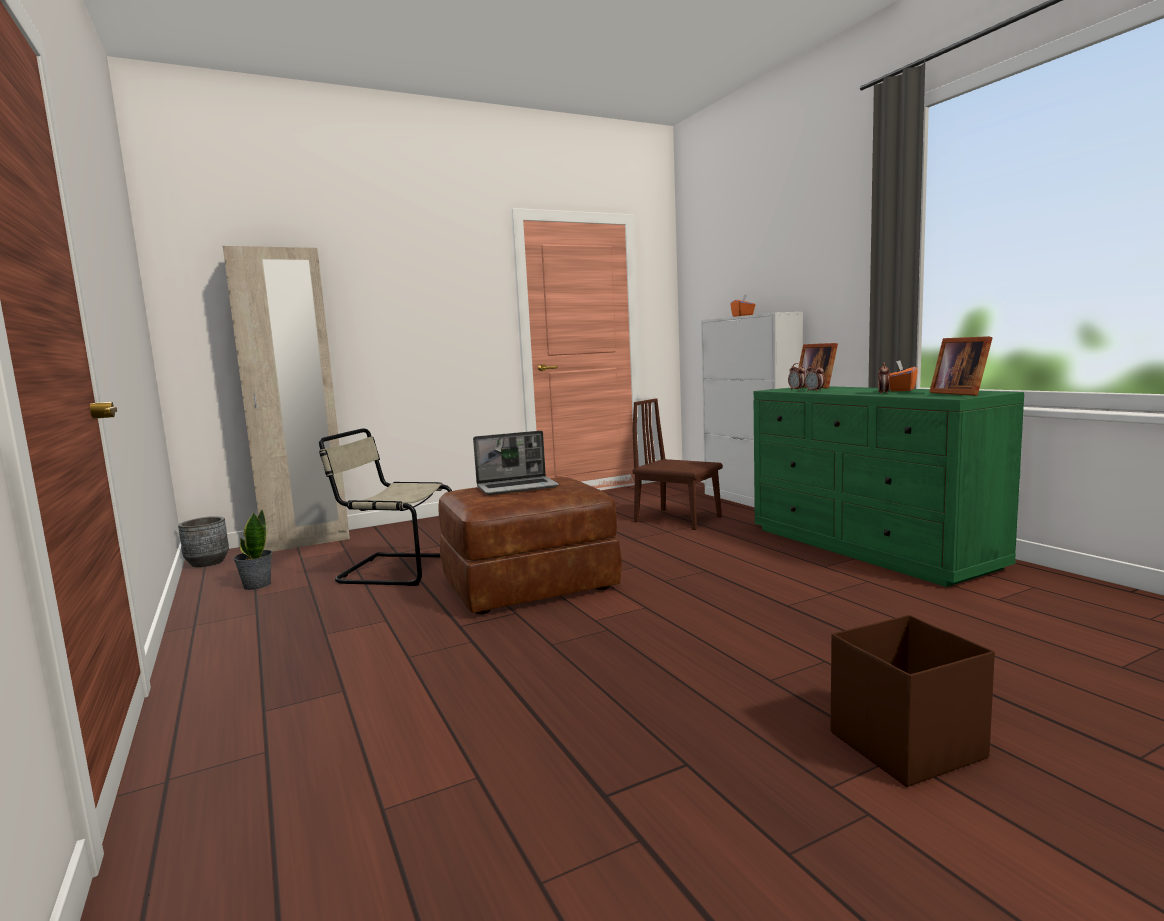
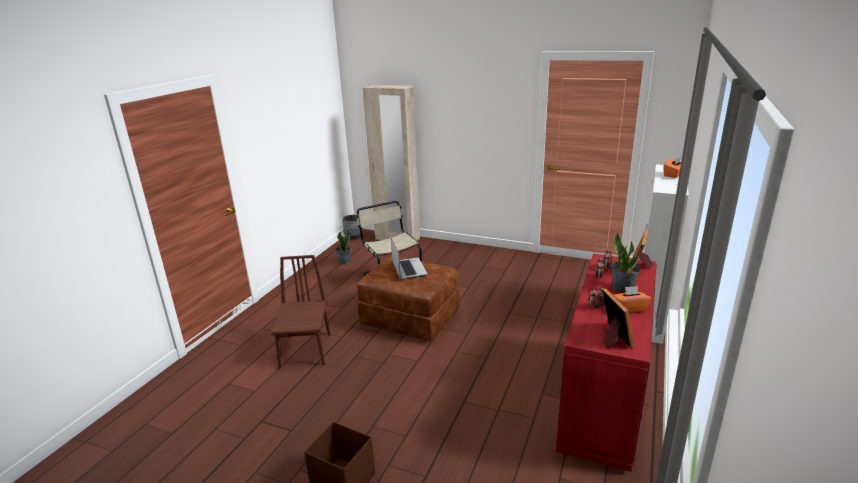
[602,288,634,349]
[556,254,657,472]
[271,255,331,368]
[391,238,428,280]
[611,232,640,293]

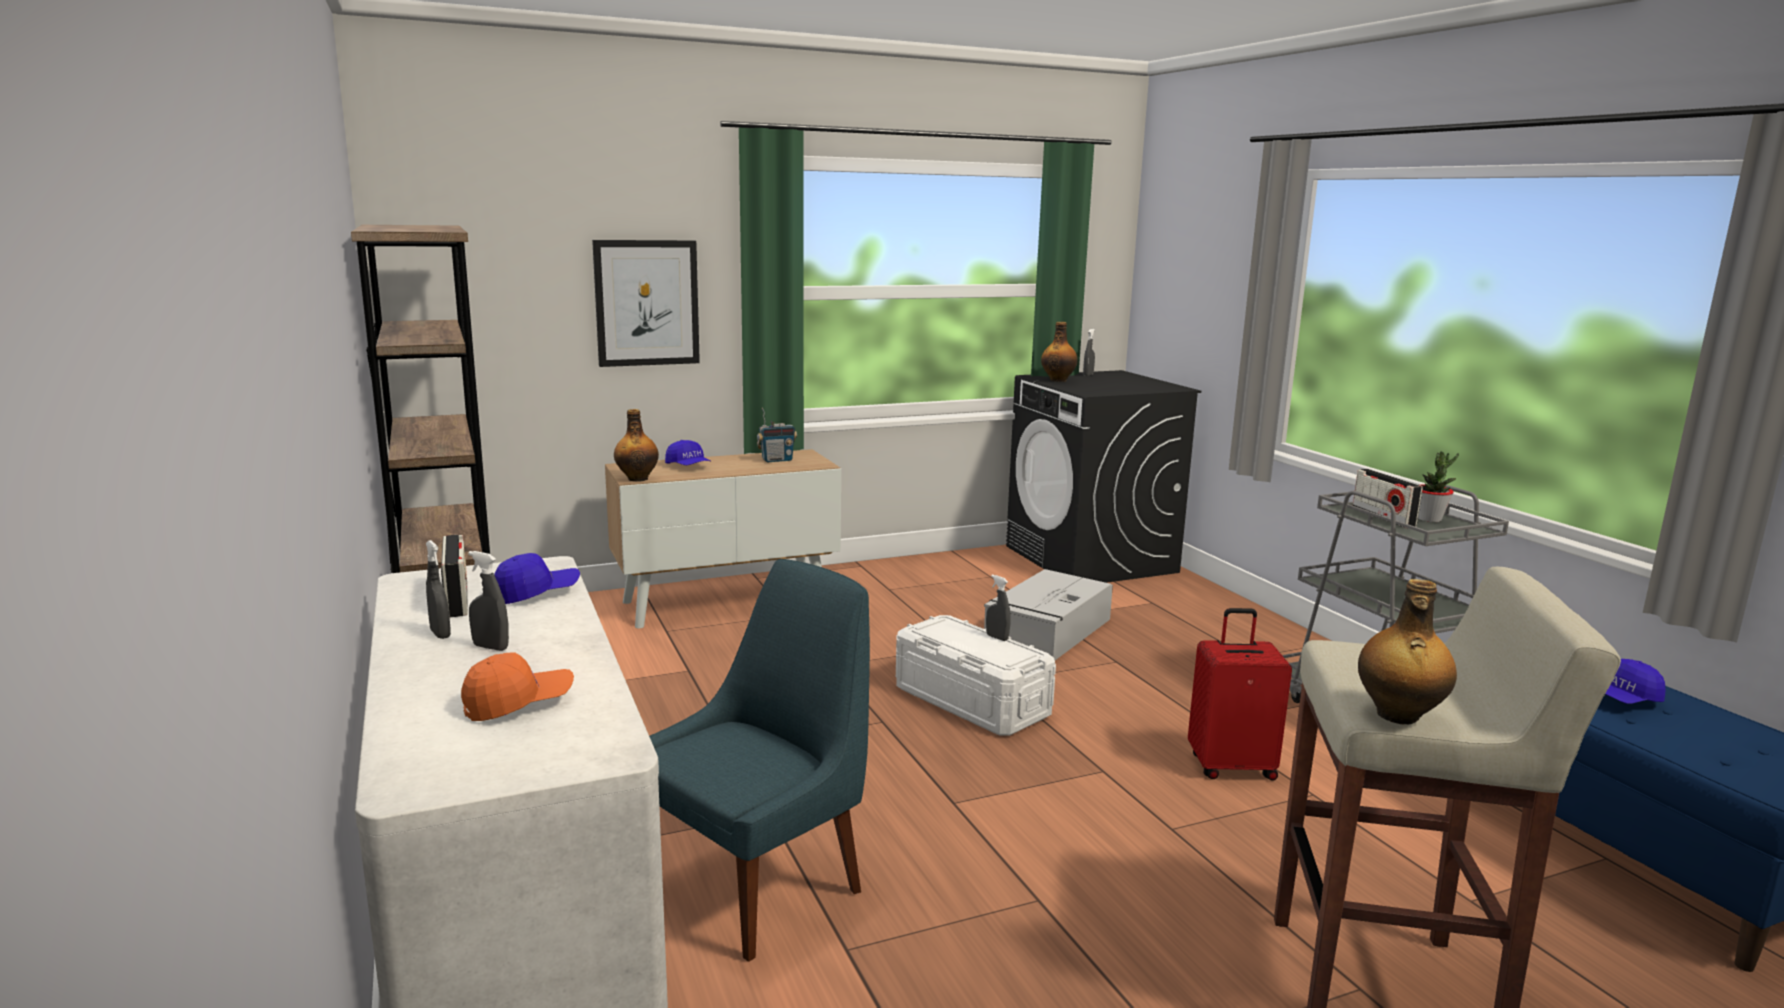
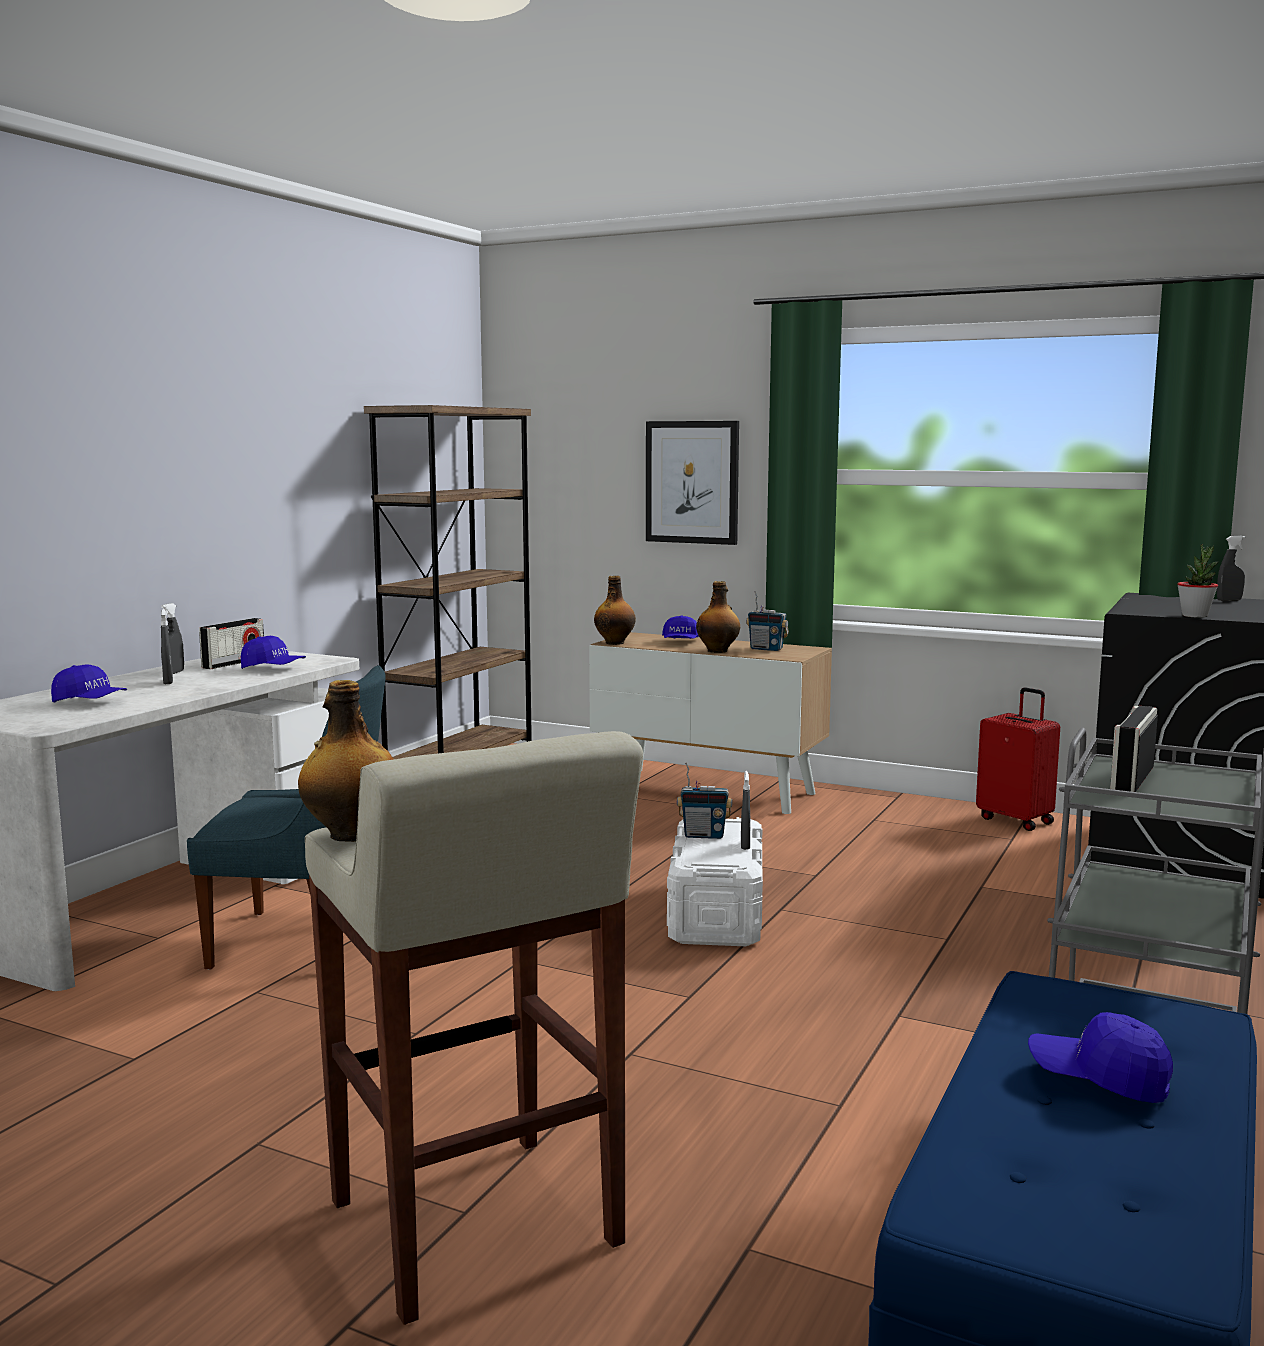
[696,581,740,653]
[1177,544,1218,618]
[984,569,1113,660] (first image)
[976,687,1060,831]
[51,665,127,702]
[677,762,732,839]

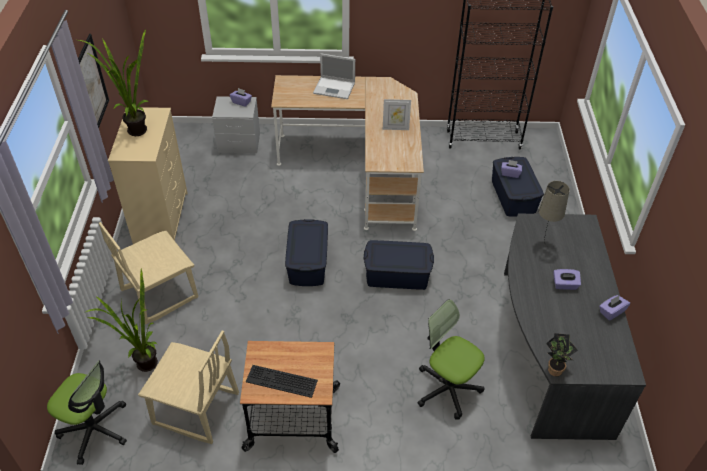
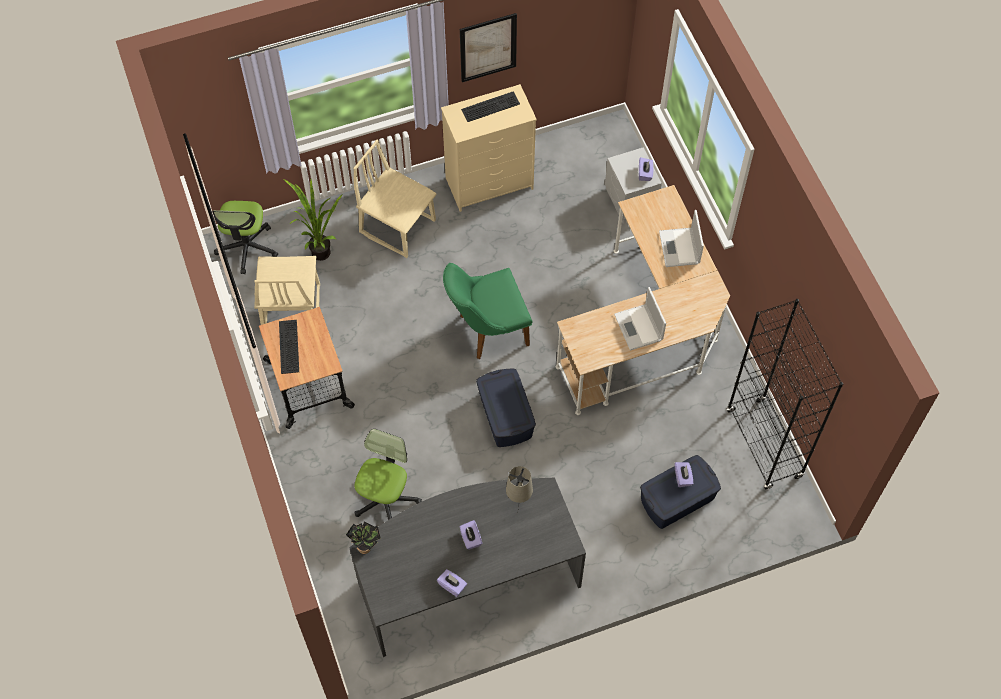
[461,91,520,122]
[614,287,666,351]
[443,263,532,359]

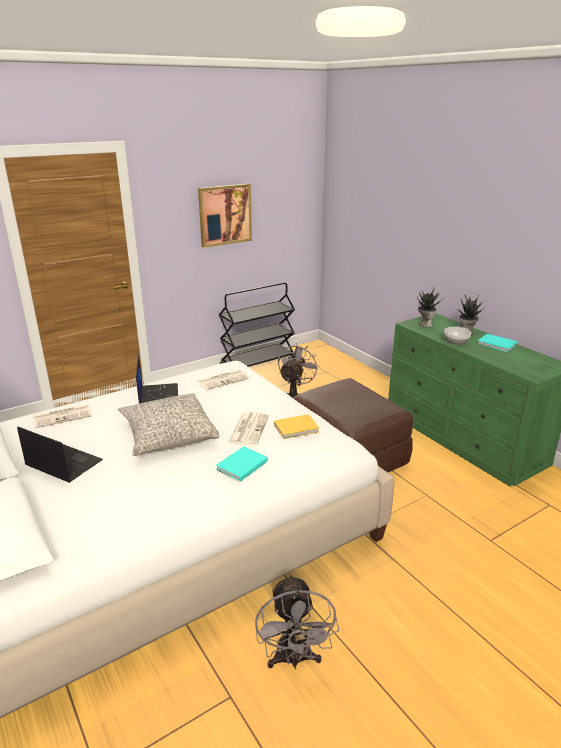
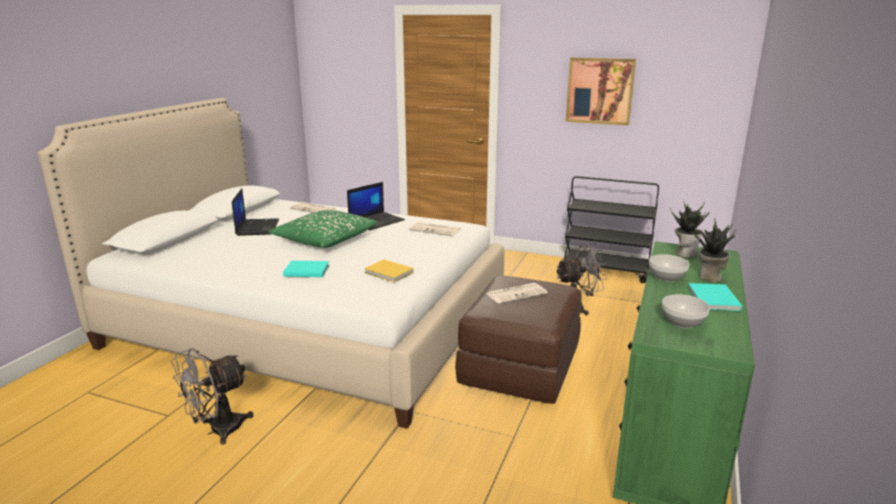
[269,210,378,248]
[486,283,548,303]
[662,294,710,328]

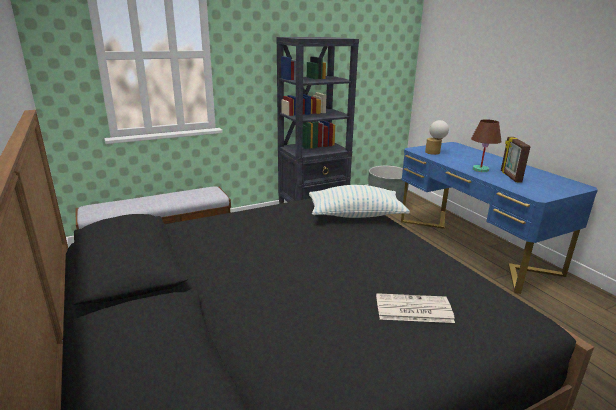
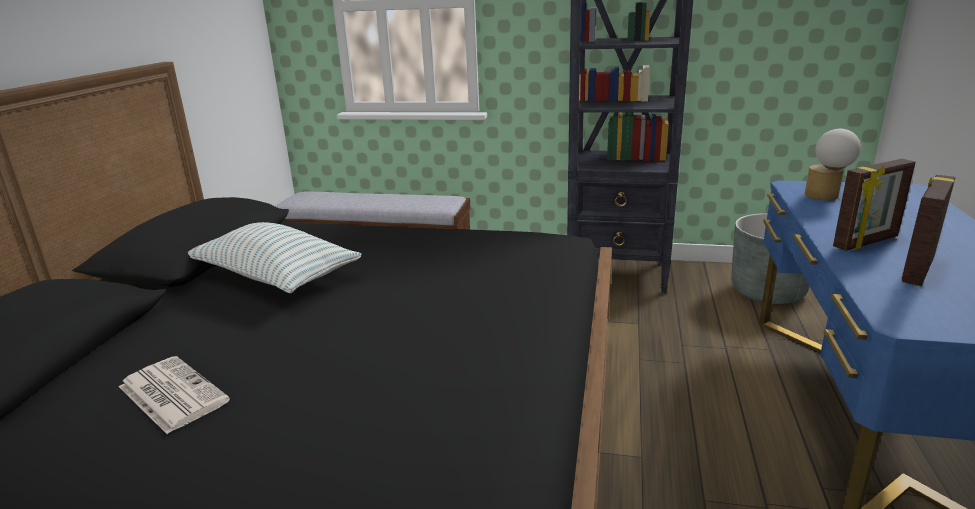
[833,159,916,251]
[188,222,362,293]
[119,356,230,434]

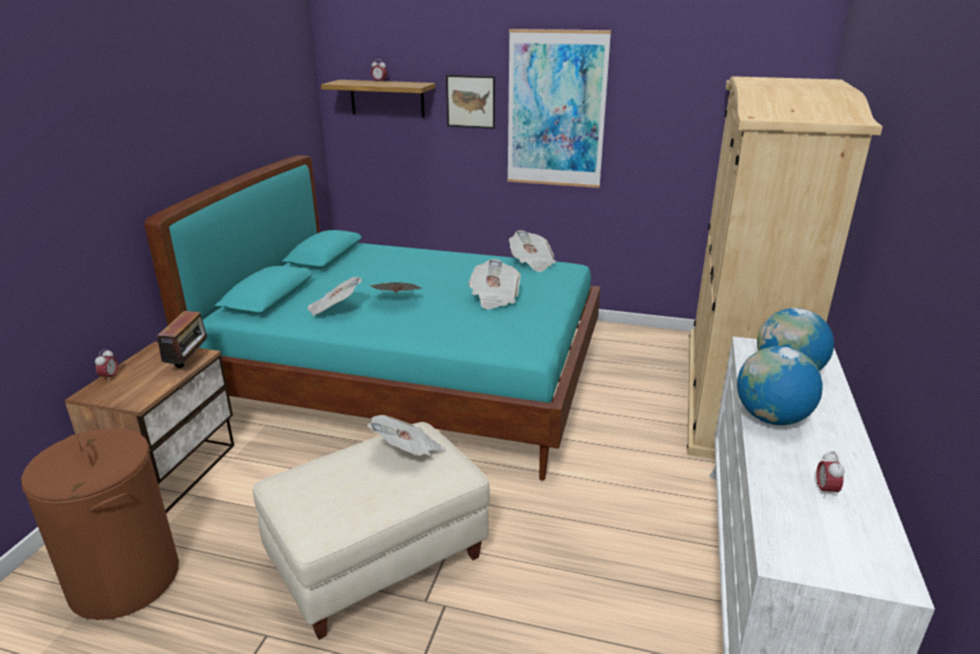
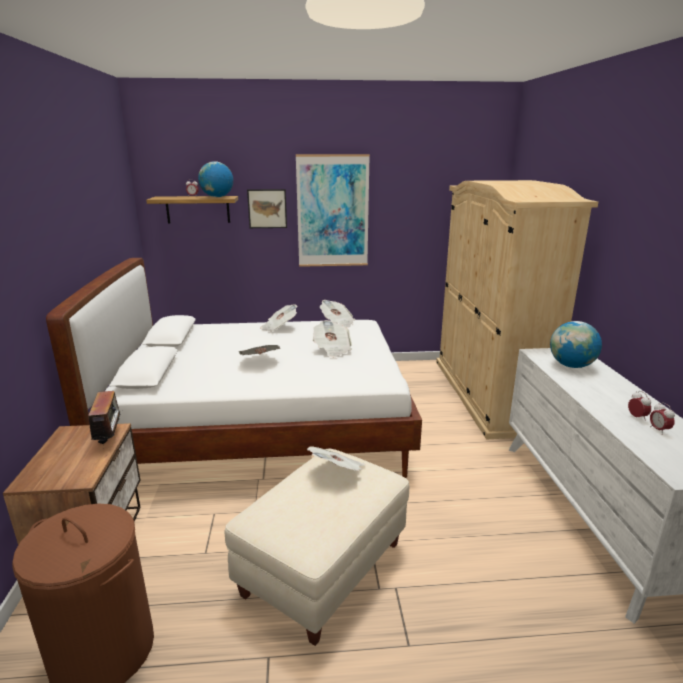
[46,258,422,478]
[260,304,298,332]
[198,161,233,197]
[628,391,651,421]

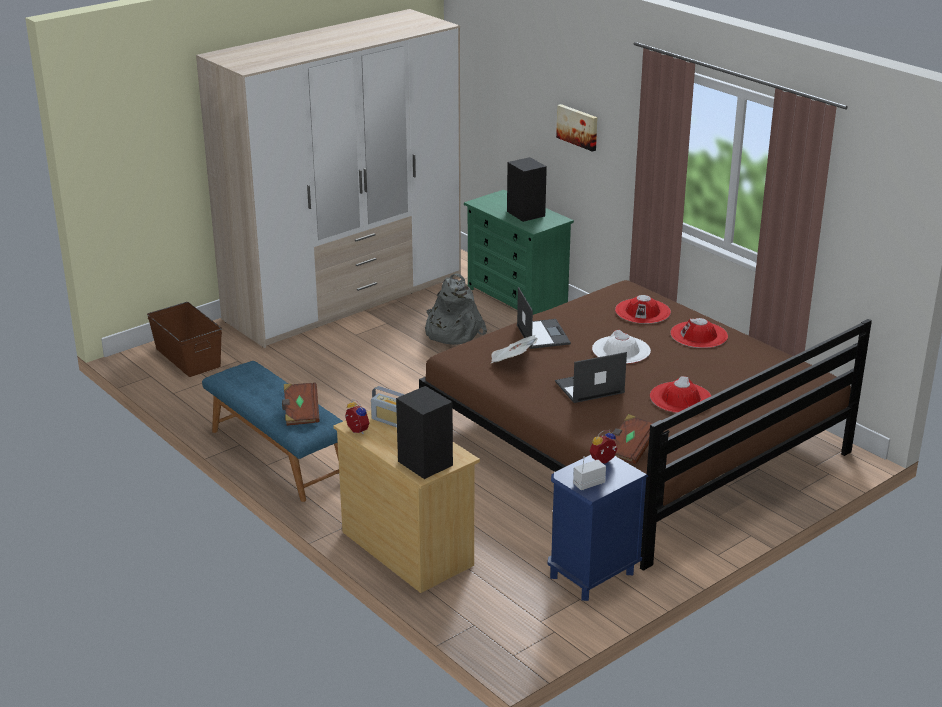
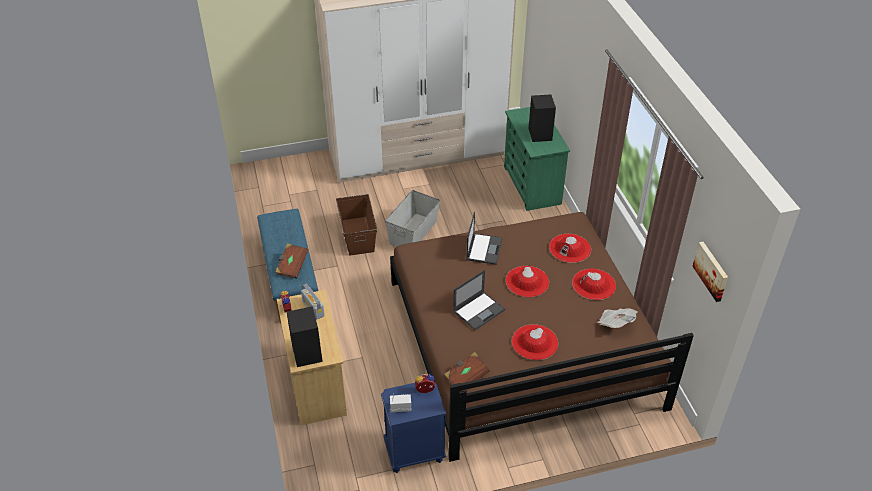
[692,242,728,302]
[425,273,487,345] (first image)
[336,194,377,256]
[506,266,549,297]
[597,308,638,328]
[453,270,505,330]
[385,190,440,247]

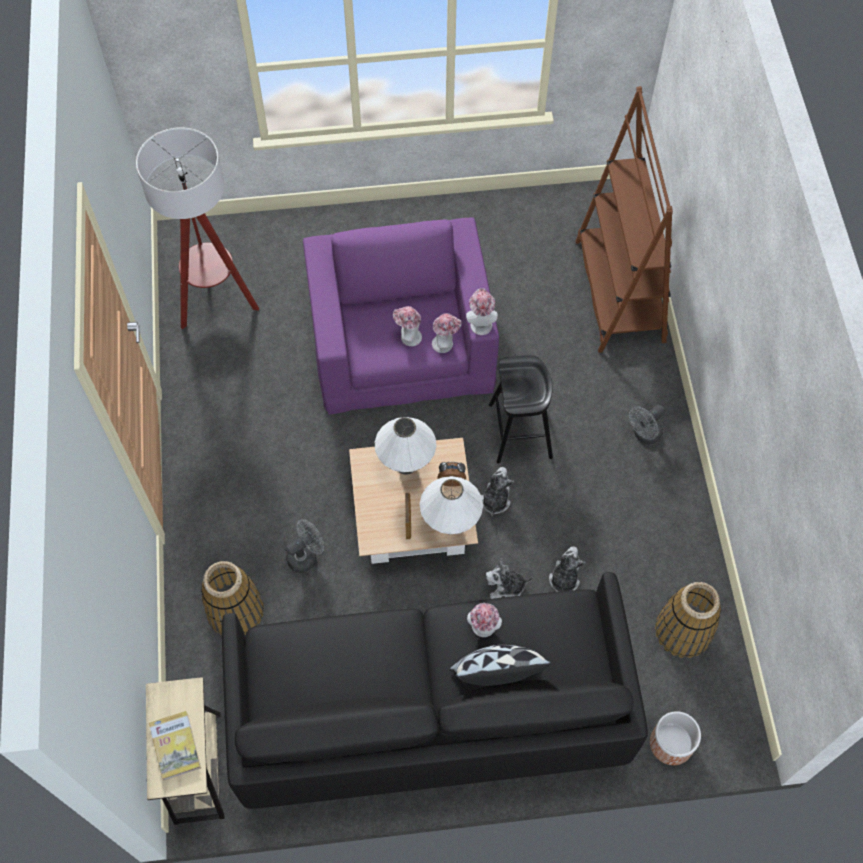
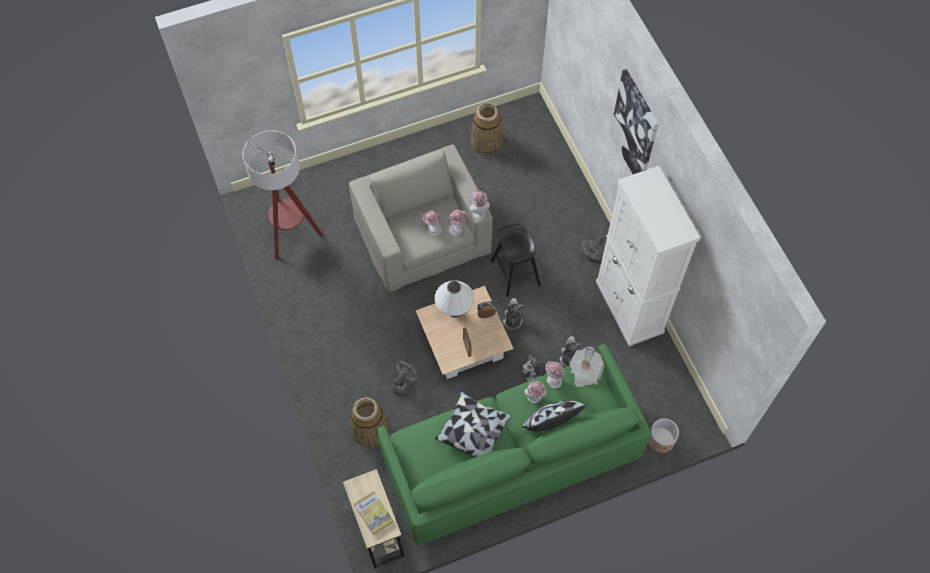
[575,86,673,353] (first image)
[349,144,492,292]
[420,476,483,535] (first image)
[377,344,651,545]
[470,103,503,156]
[610,69,659,174]
[596,166,701,346]
[569,347,604,387]
[545,361,565,388]
[435,392,512,457]

